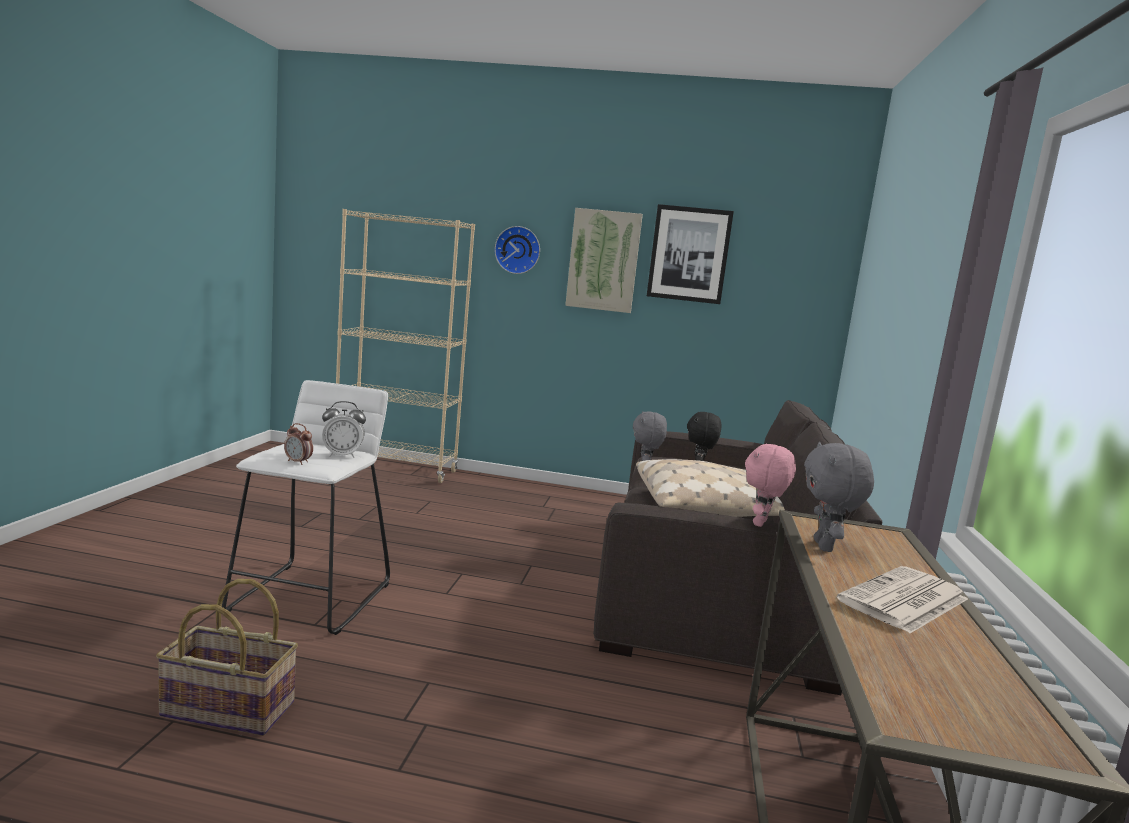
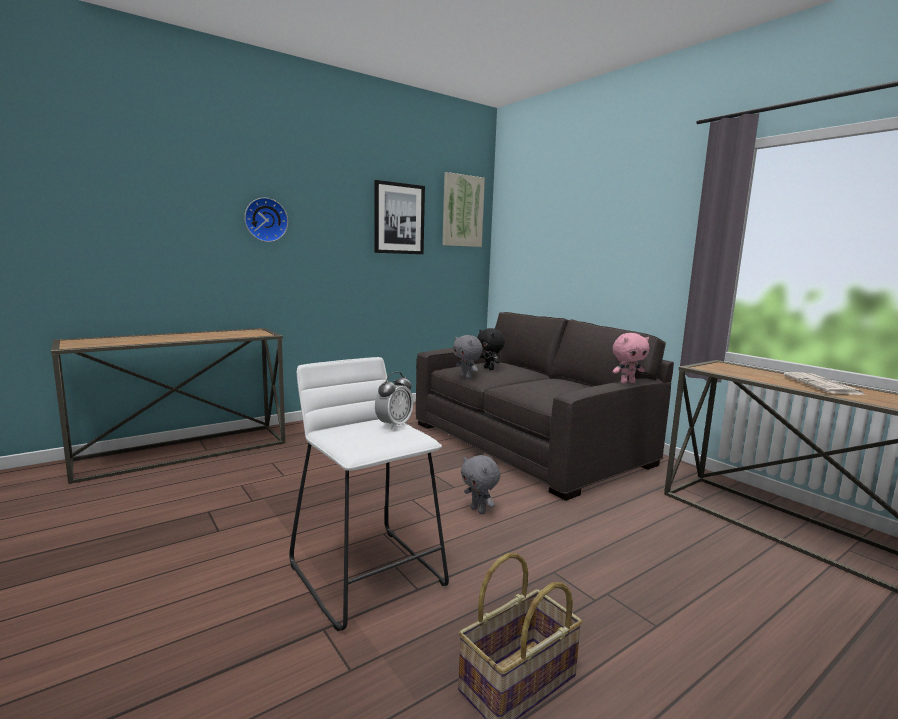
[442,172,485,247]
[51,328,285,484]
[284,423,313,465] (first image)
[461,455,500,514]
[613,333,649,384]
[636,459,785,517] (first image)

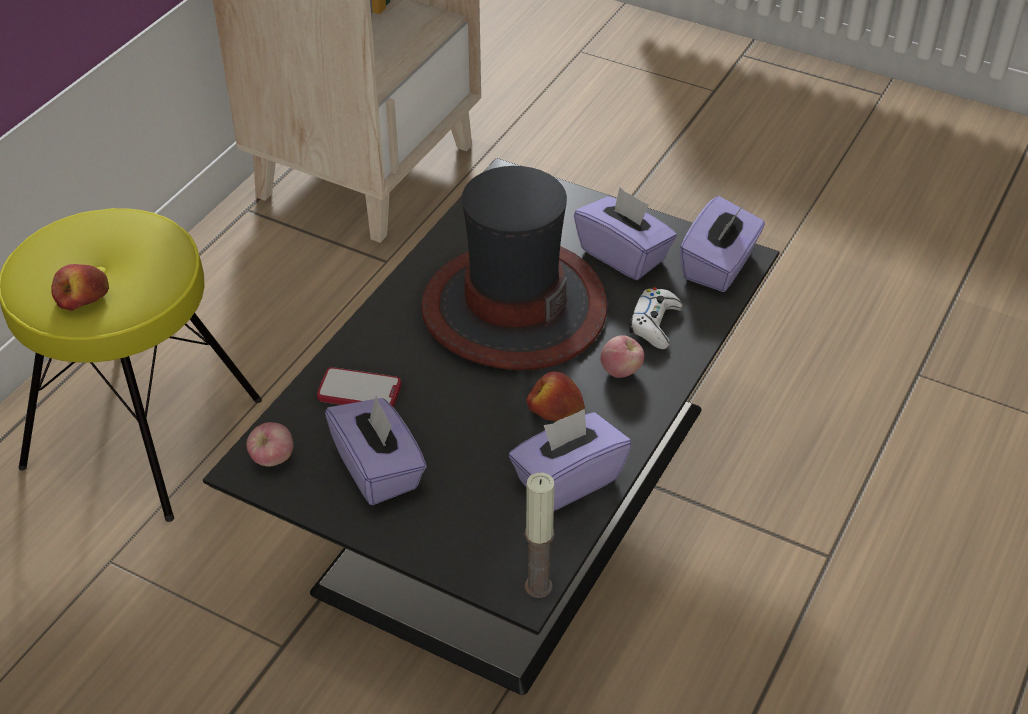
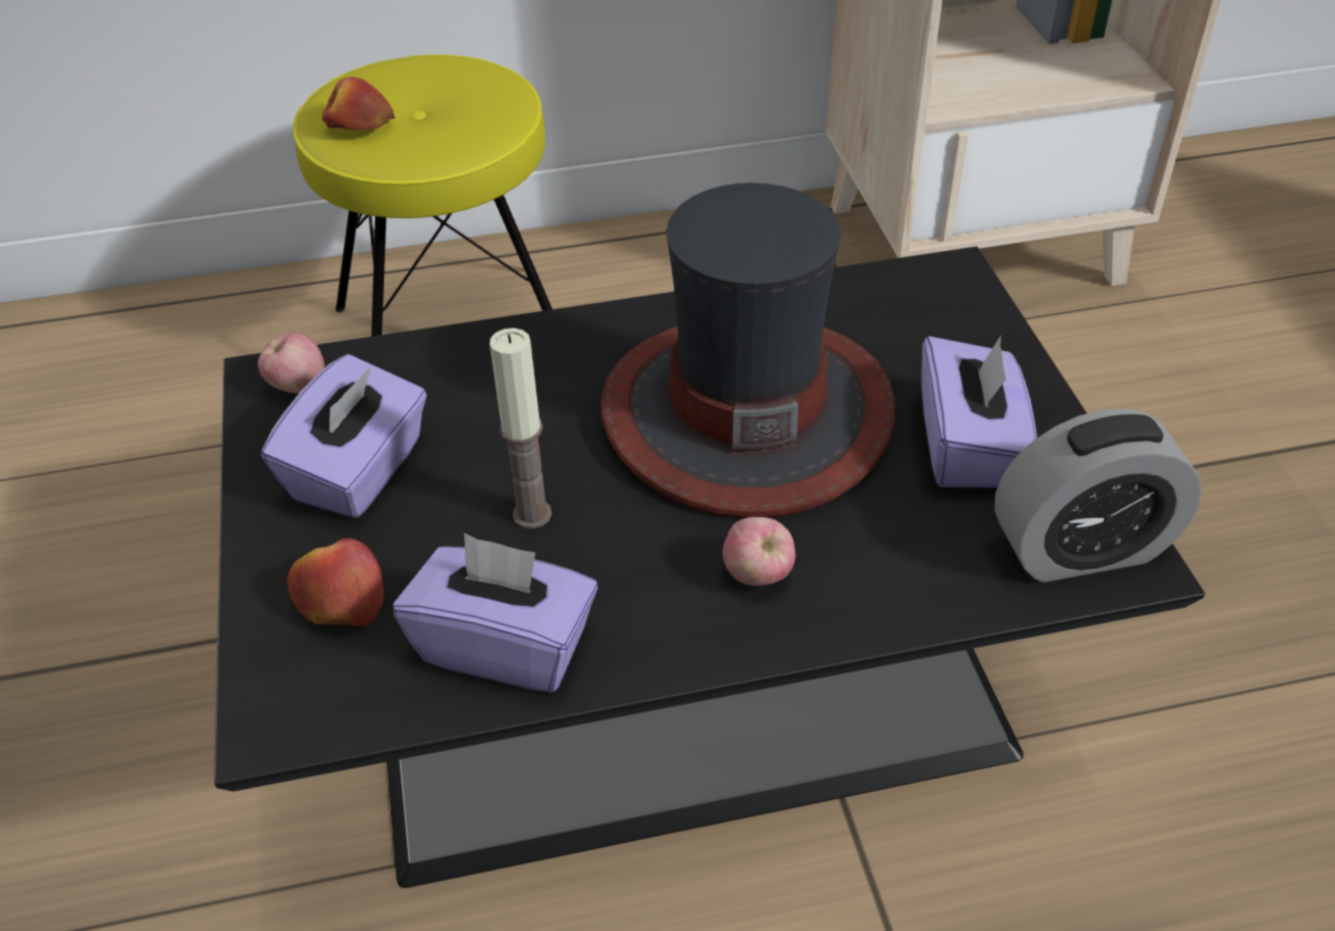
[994,408,1202,582]
[629,287,683,349] (first image)
[317,367,401,407] (first image)
[287,538,384,627]
[490,328,552,529]

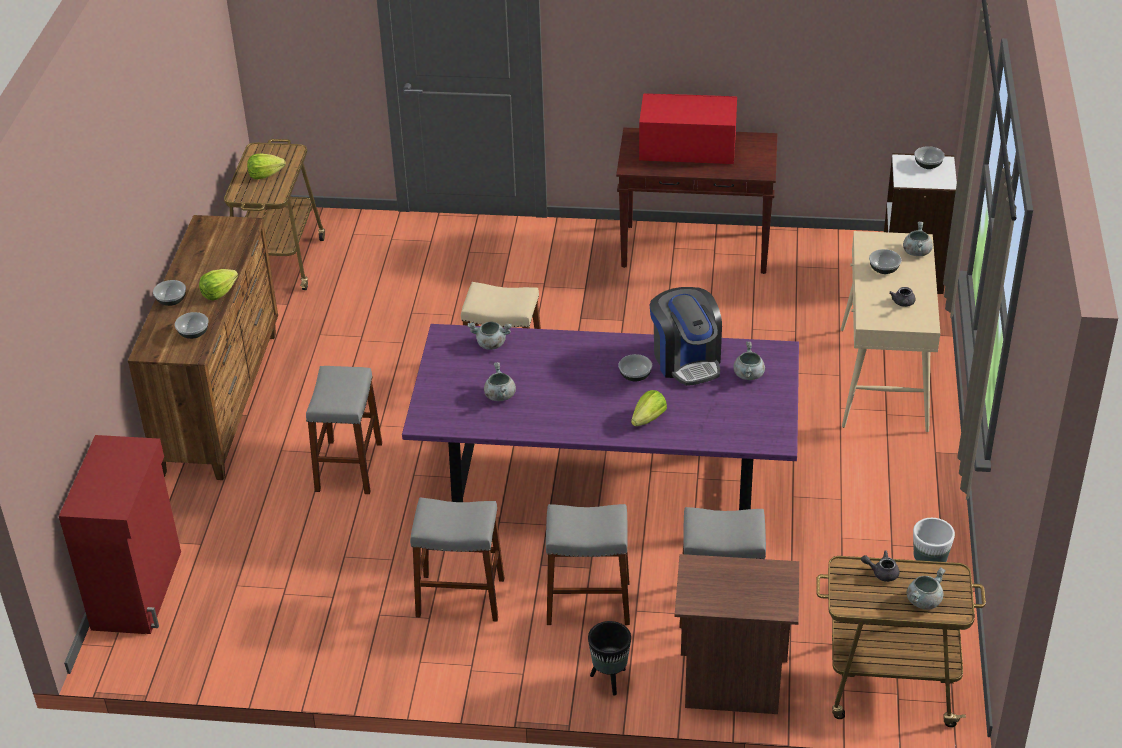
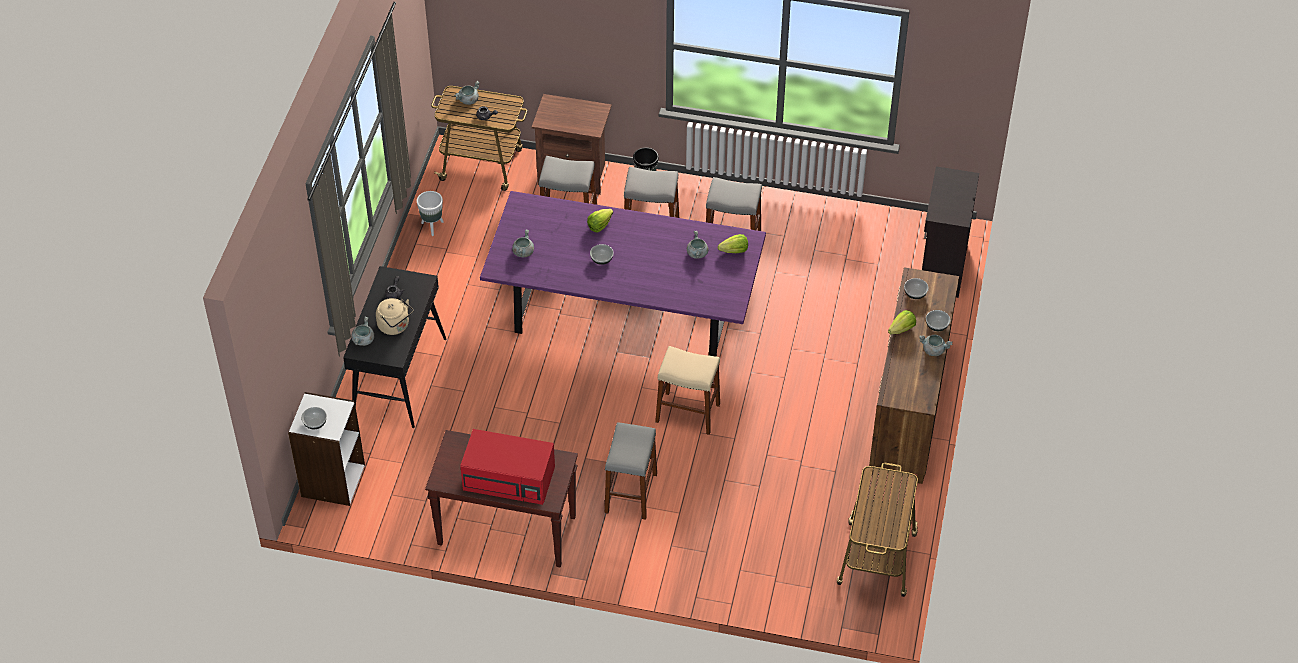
[718,234,748,253]
[343,266,446,428]
[376,298,414,335]
[649,287,722,386] (first image)
[919,335,953,356]
[605,422,657,520]
[922,166,979,298]

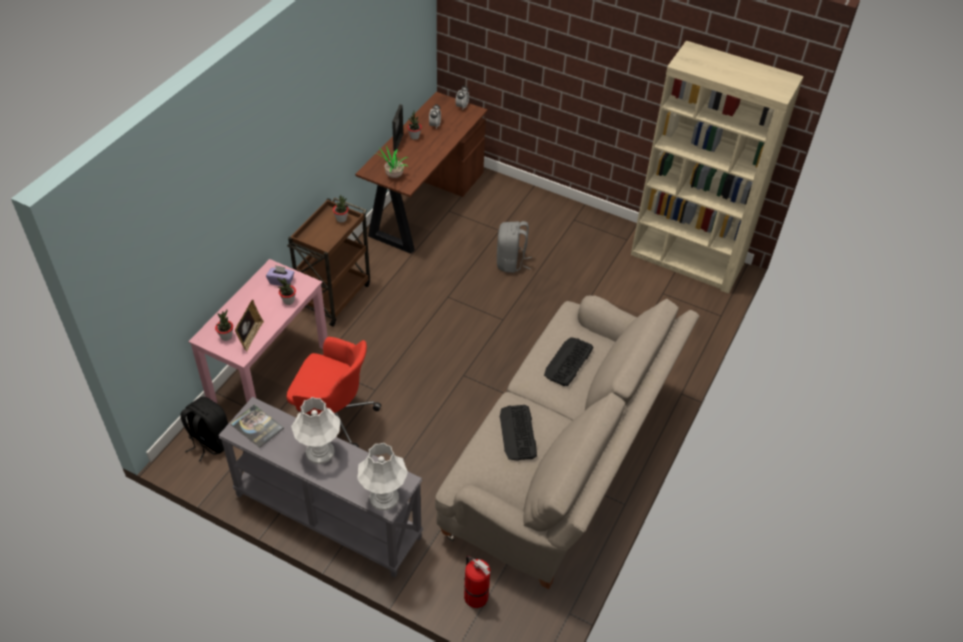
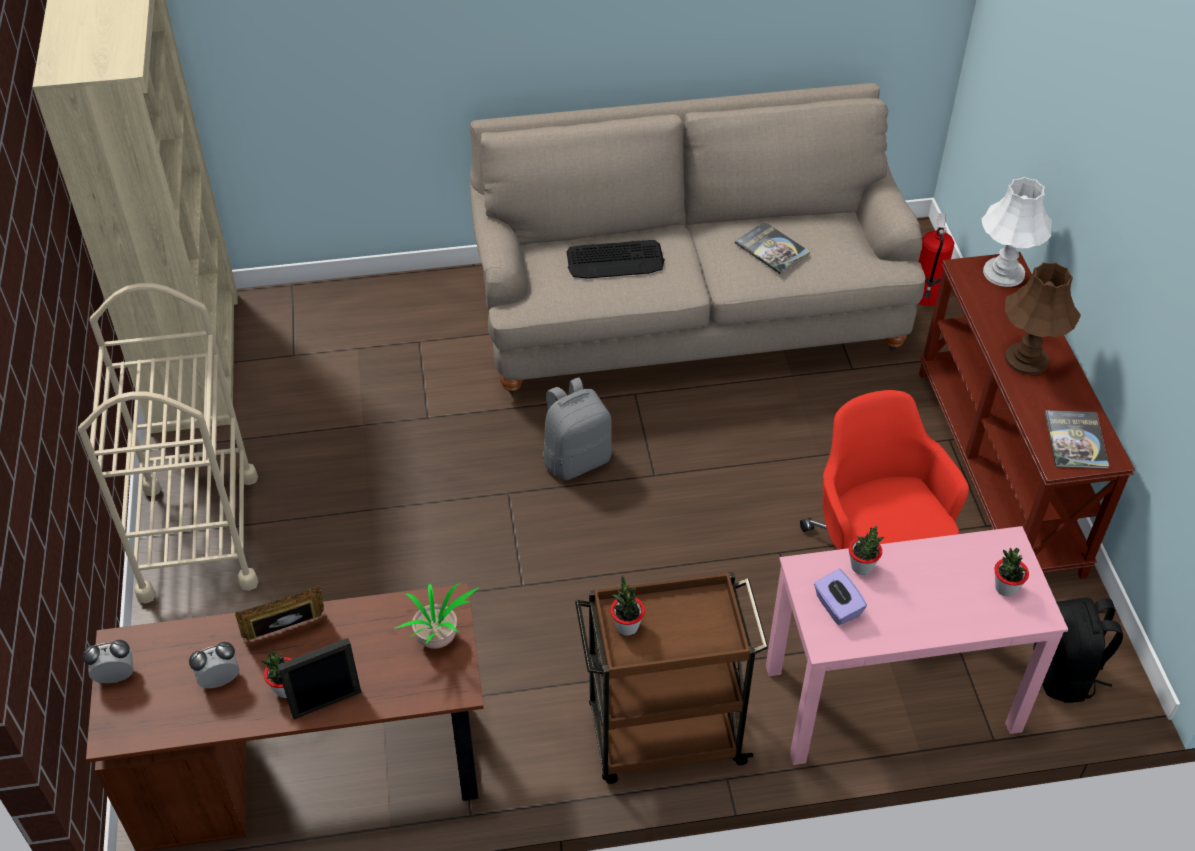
[542,378,612,480]
[235,586,324,641]
[919,252,1135,579]
[1005,262,1081,375]
[735,222,810,274]
[78,283,258,604]

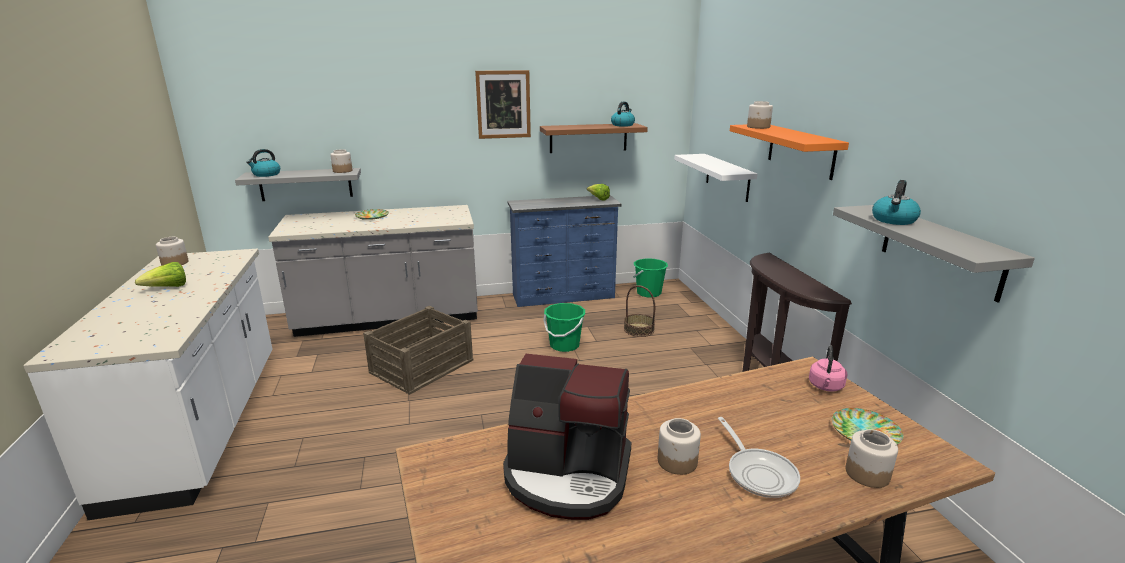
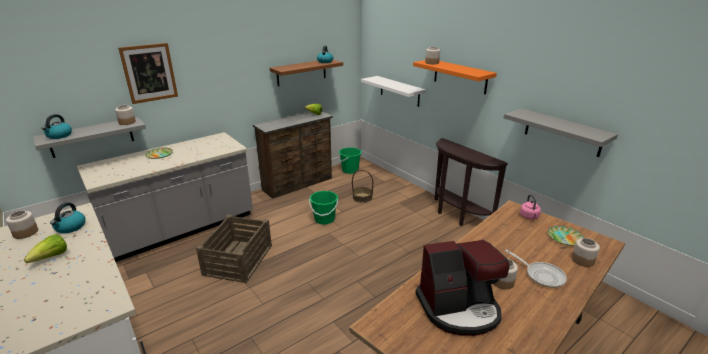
[118,43,178,104]
[50,202,86,233]
[253,111,333,199]

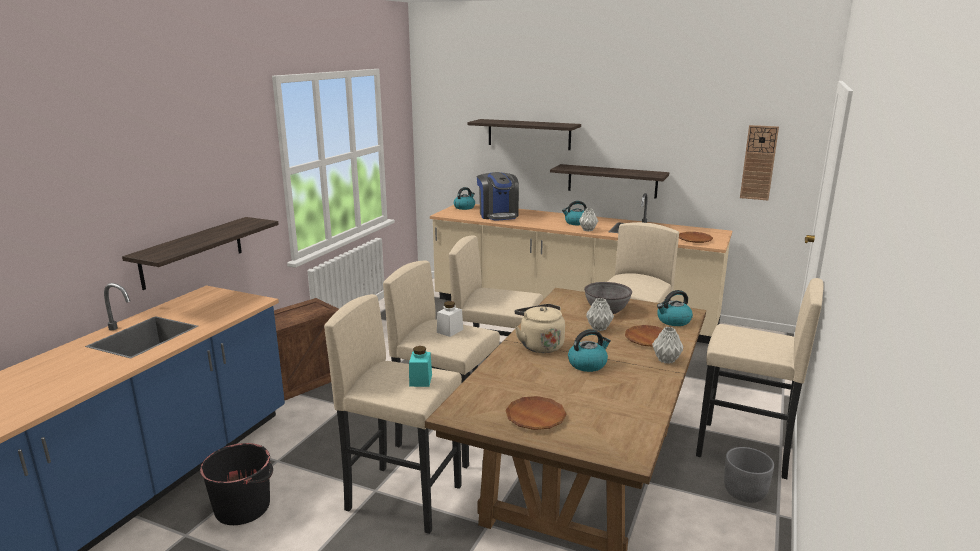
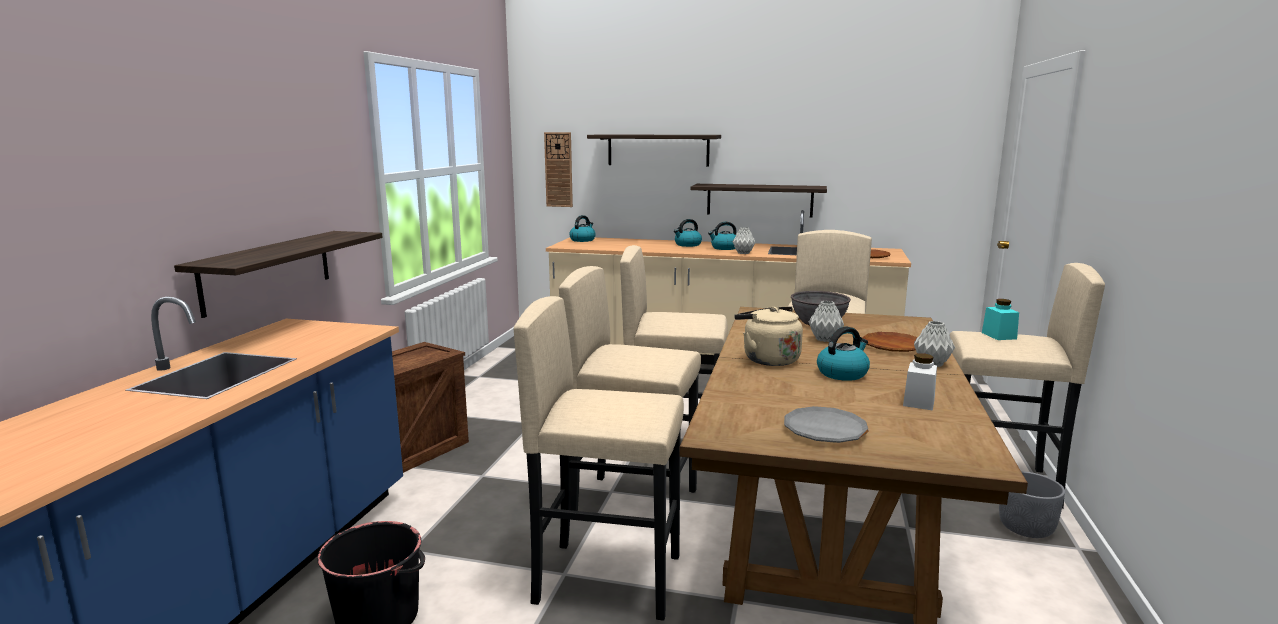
[544,132,573,207]
[477,172,519,221] (first image)
[674,219,702,247]
[903,353,937,410]
[982,299,1019,340]
[784,406,869,443]

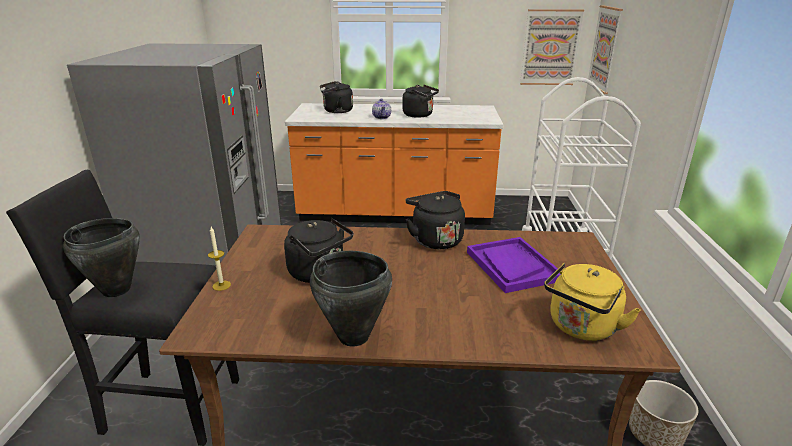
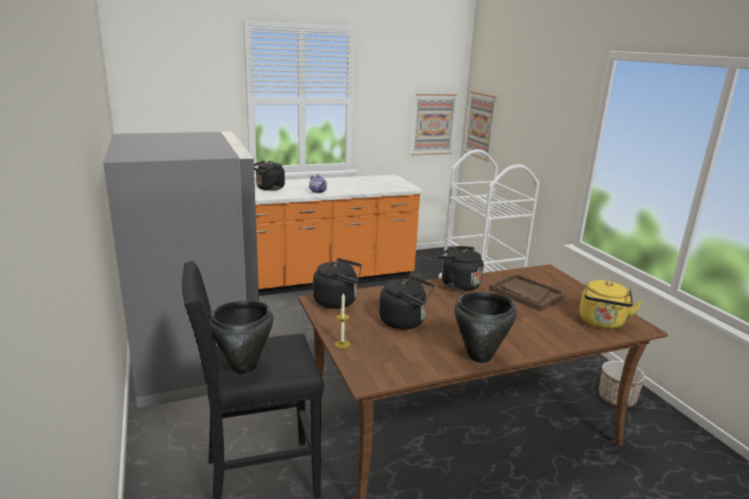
[313,258,362,309]
[489,274,566,311]

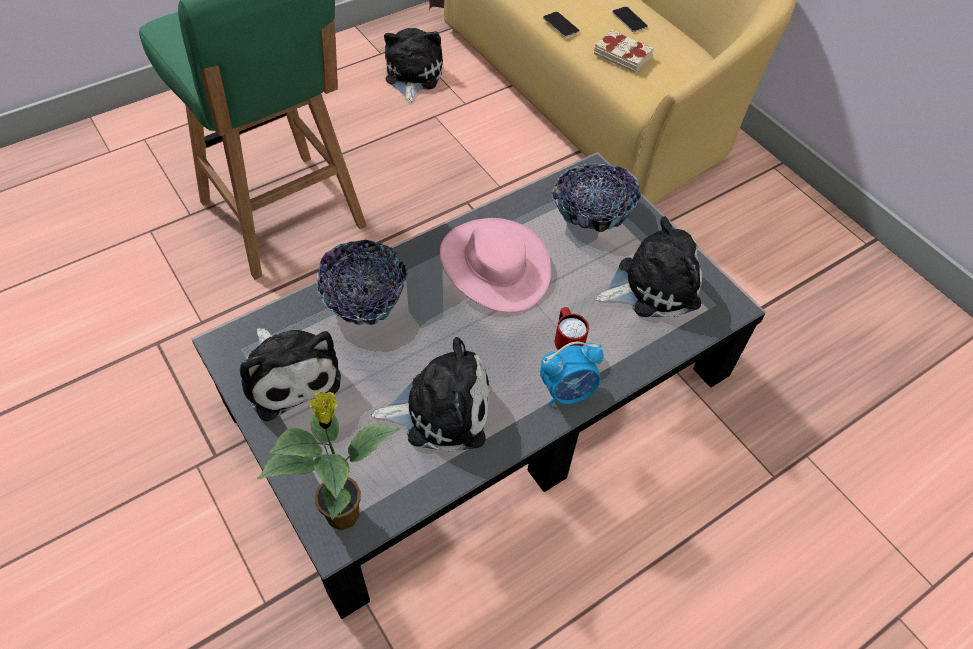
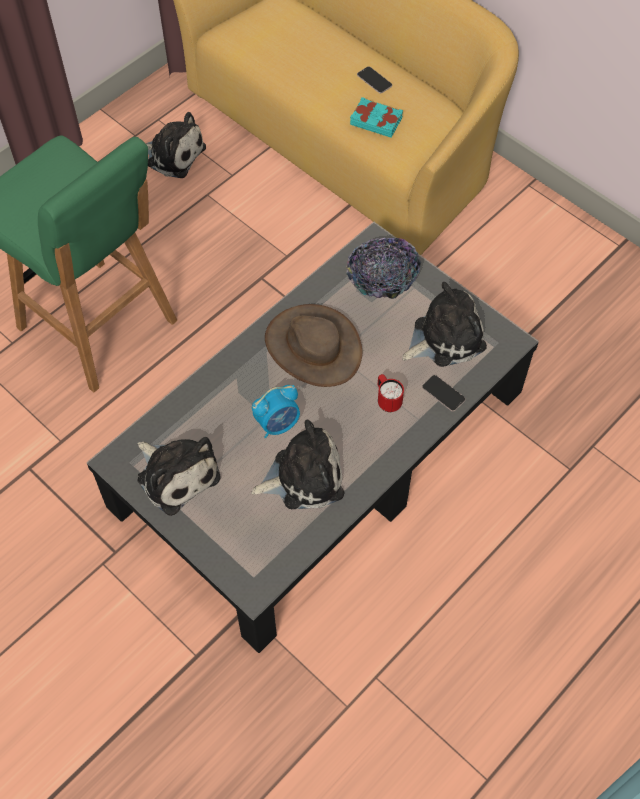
[422,375,466,412]
[146,112,206,178]
[350,97,403,138]
[265,304,362,387]
[316,240,408,325] (first image)
[252,385,300,438]
[257,392,400,530] (first image)

